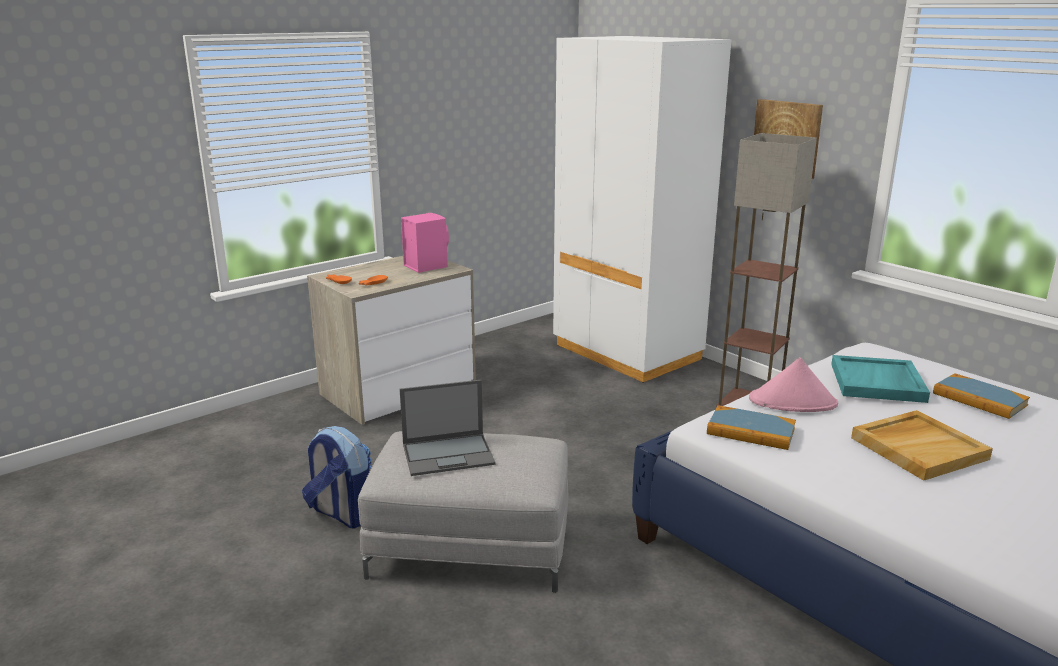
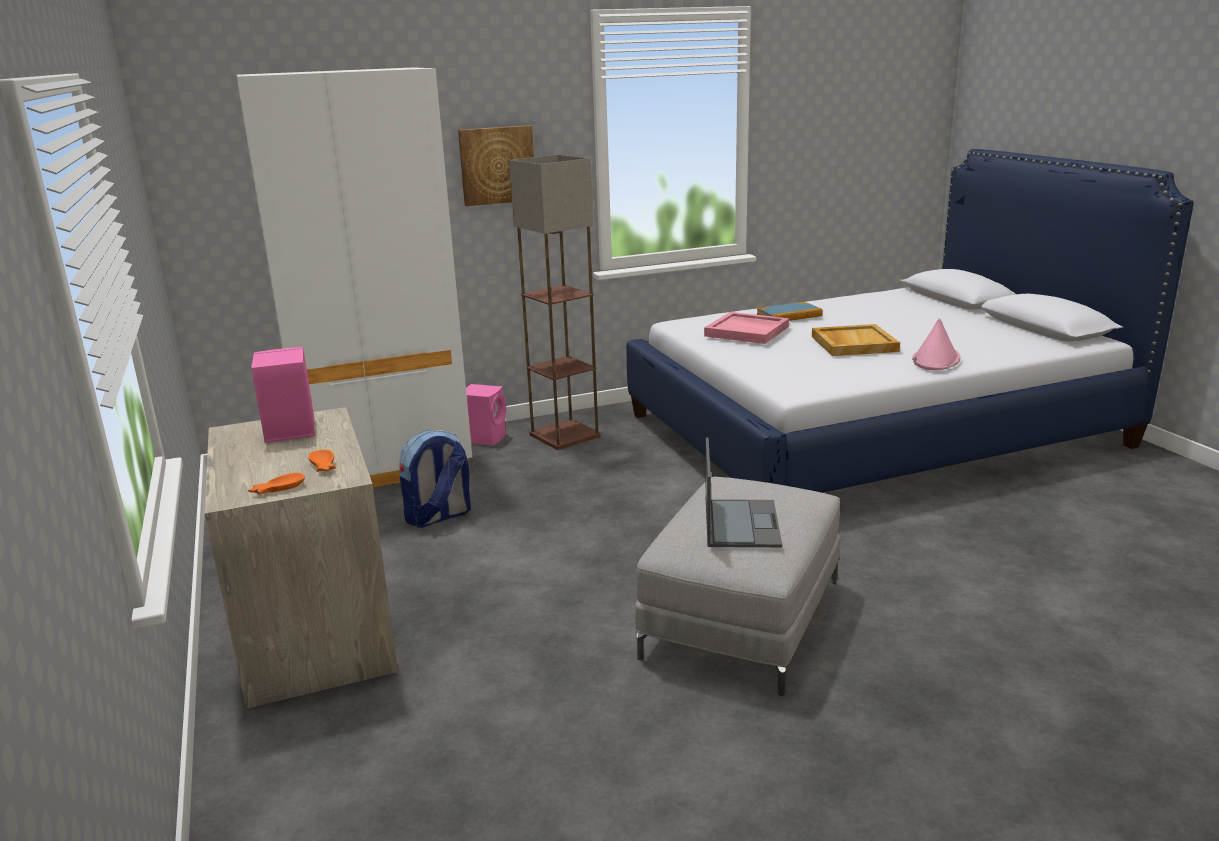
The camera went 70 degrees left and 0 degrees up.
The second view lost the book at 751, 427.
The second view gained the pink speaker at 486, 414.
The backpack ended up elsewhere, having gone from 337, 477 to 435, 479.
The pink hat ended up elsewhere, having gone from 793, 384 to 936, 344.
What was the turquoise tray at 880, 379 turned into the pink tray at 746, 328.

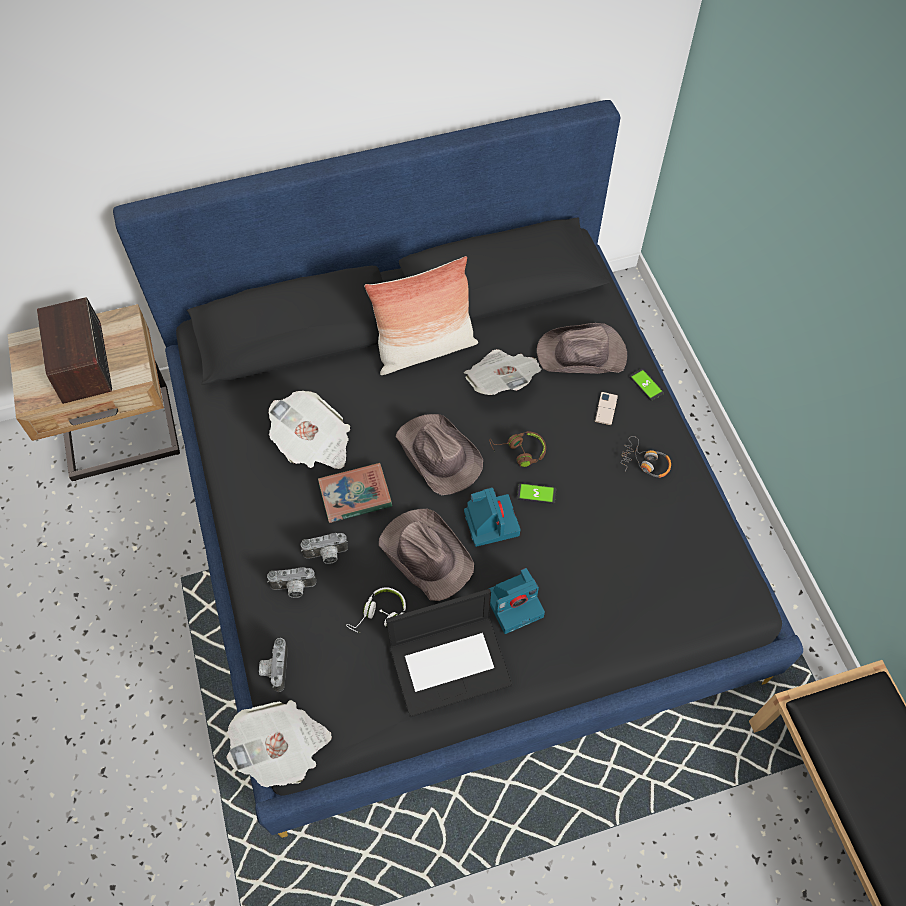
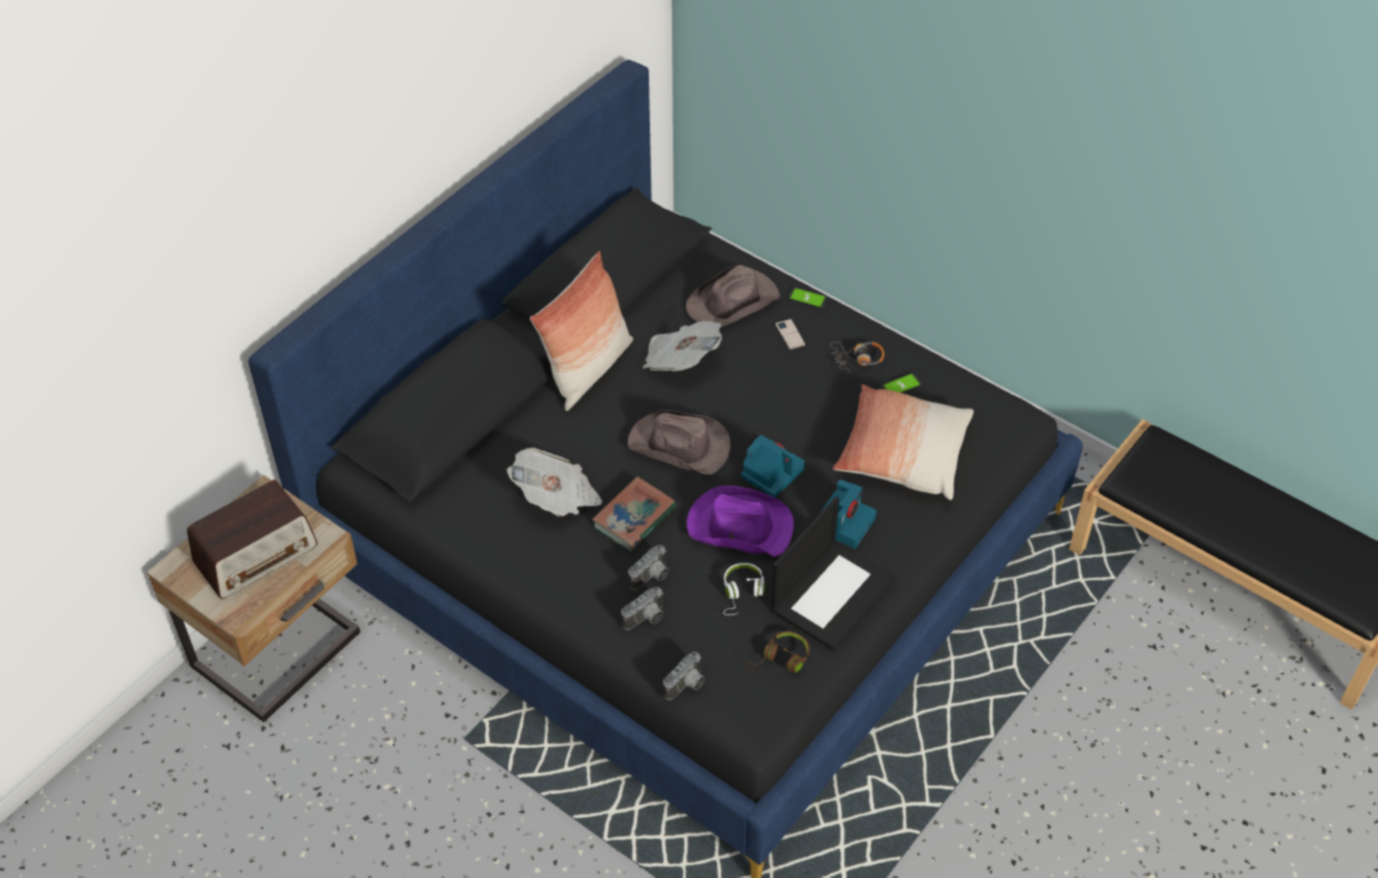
The camera went 35 degrees left and 10 degrees down.
The second view lost the newspaper at 279, 743.
The second view gained the pillow at 903, 442.
The brown headphones ended up elsewhere, having gone from 517, 449 to 778, 652.
The phone ended up elsewhere, having gone from 537, 493 to 902, 383.
What was the brown hat at 426, 555 turned into the purple hat at 740, 521.
The radio at 74, 350 ended up facing another way, 75 degrees counterclockwise from before.
The photo camera at 273, 665 ended up facing another way, 105 degrees counterclockwise from before.

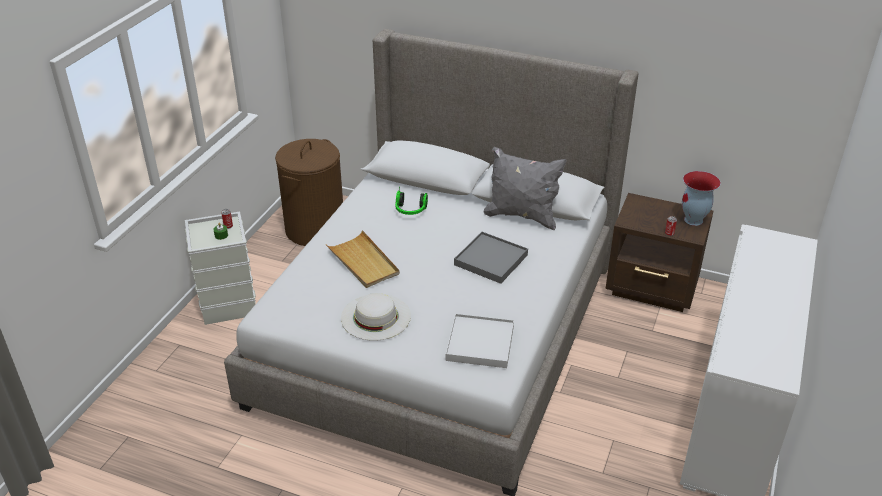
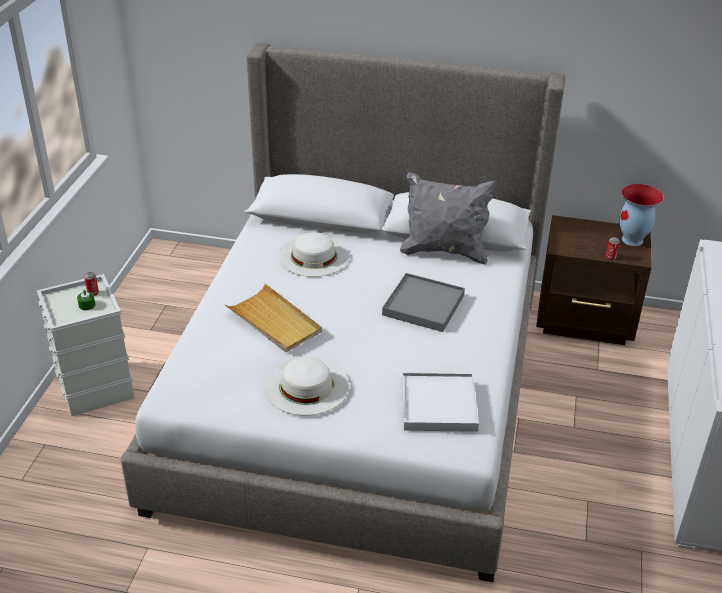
The camera went 10 degrees left and 0 degrees up.
The second view lost the brown laundry basket at 309, 192.
Where the headphones stood at 411, 201, the white hat came to stand at 314, 254.

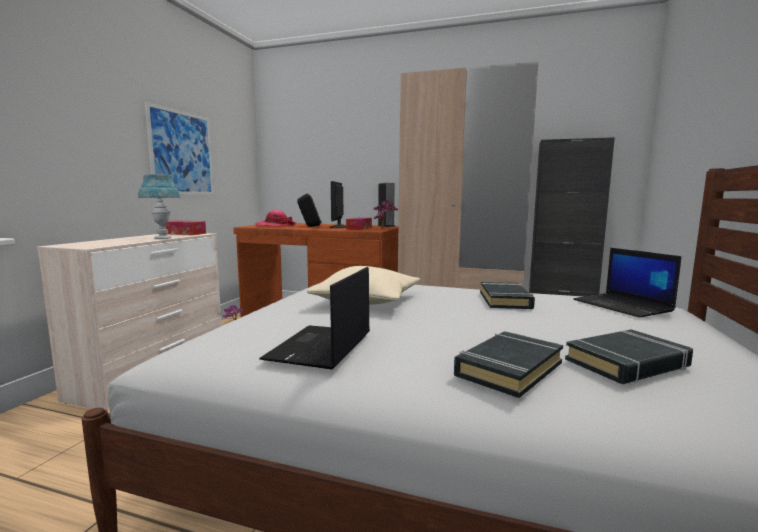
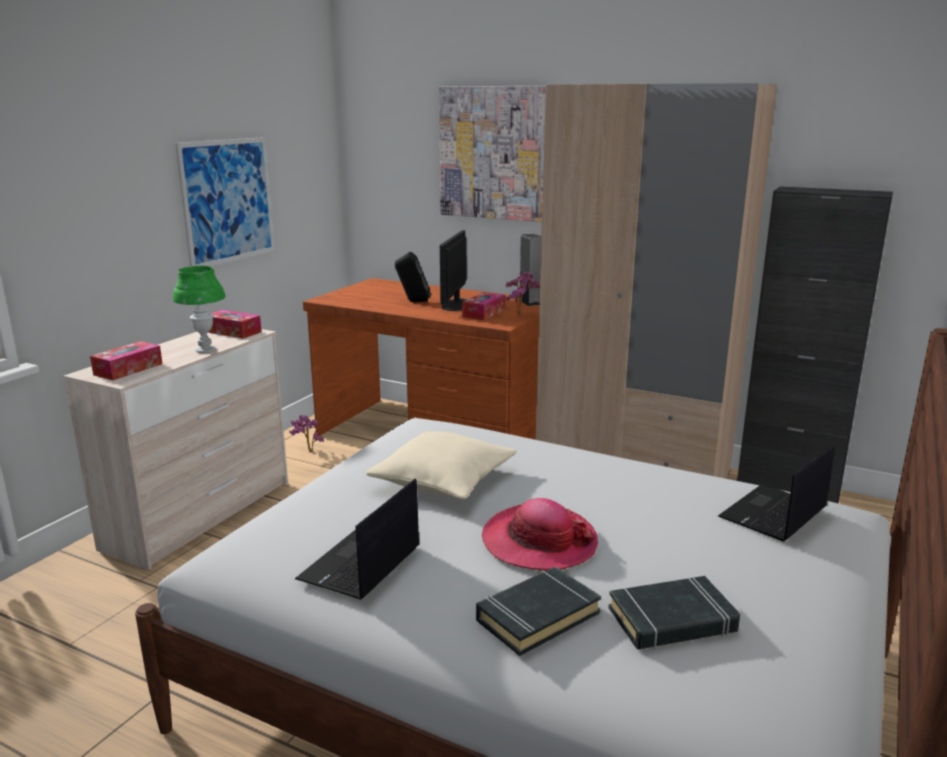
The camera went 10 degrees right and 10 degrees up.
The second view lost the black book at 507, 295.
The second view gained the tissue box at 126, 360.
The second view gained the picture at 492, 154.
The hat ended up elsewhere, having gone from 276, 218 to 540, 535.
What was the blue table lamp at 159, 206 turned into the green table lamp at 199, 309.
The laptop at 627, 283 ended up facing another way, 60 degrees clockwise from before.

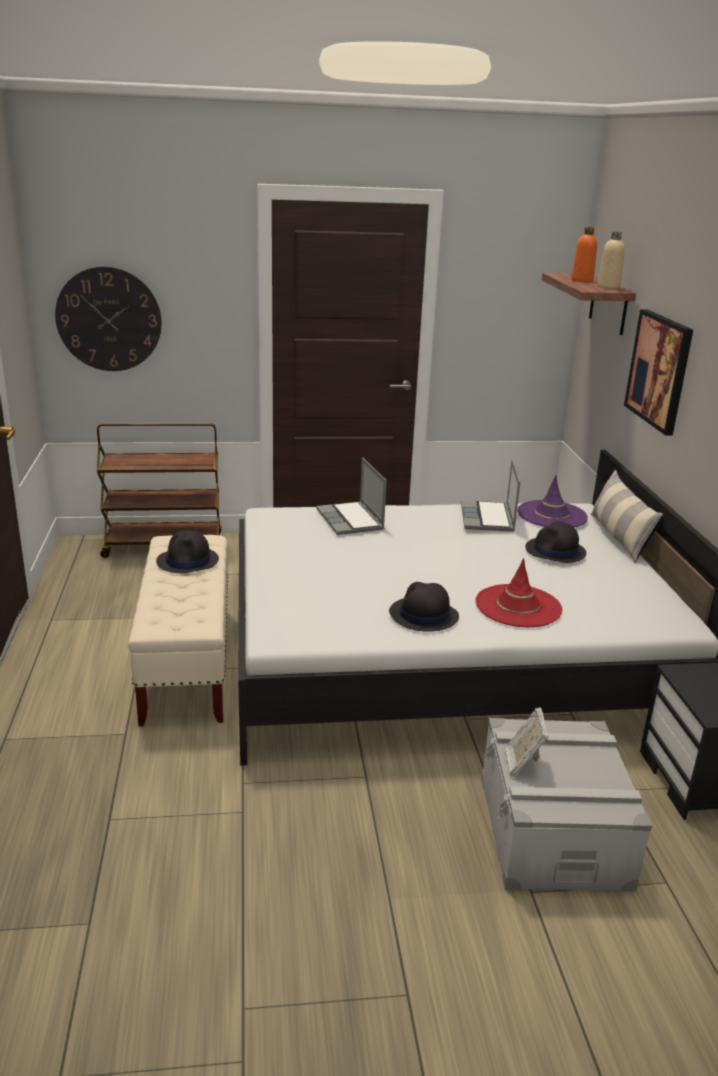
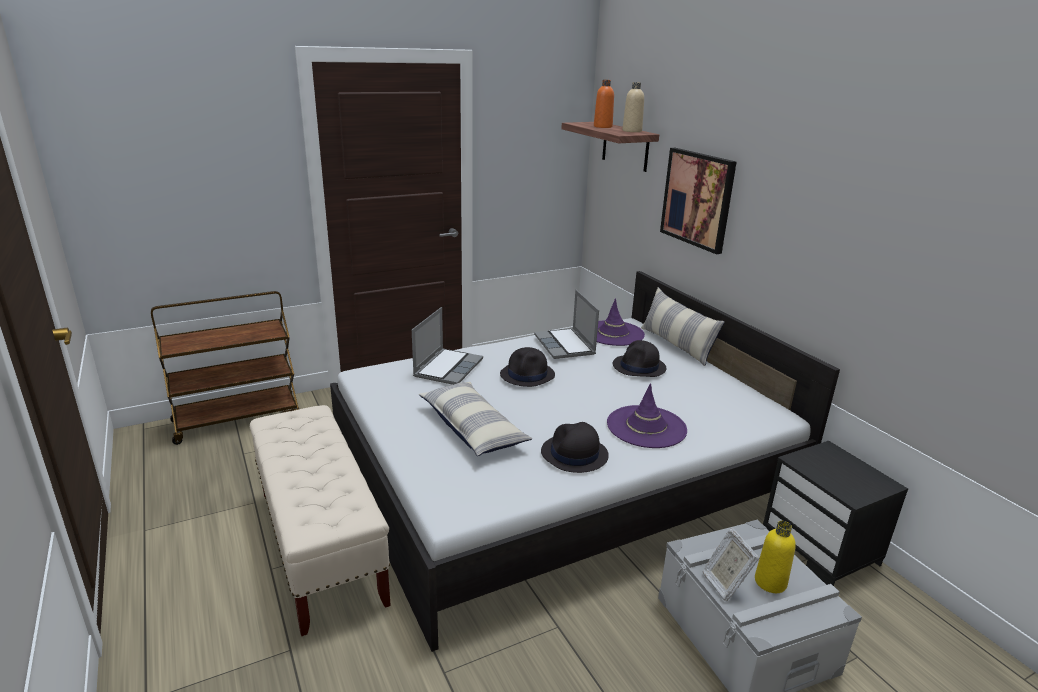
The camera went 20 degrees left and 0 degrees up.
The second view lost the wall clock at 108, 318.
The second view gained the pillow at 475, 419.
The second view gained the yellow bottle at 775, 557.
The black hat ended up elsewhere, having gone from 187, 551 to 527, 367.
What was the red hat at 519, 592 turned into the purple hat at 647, 415.
The laptop at 351, 496 ended up facing another way, 120 degrees counterclockwise from before.

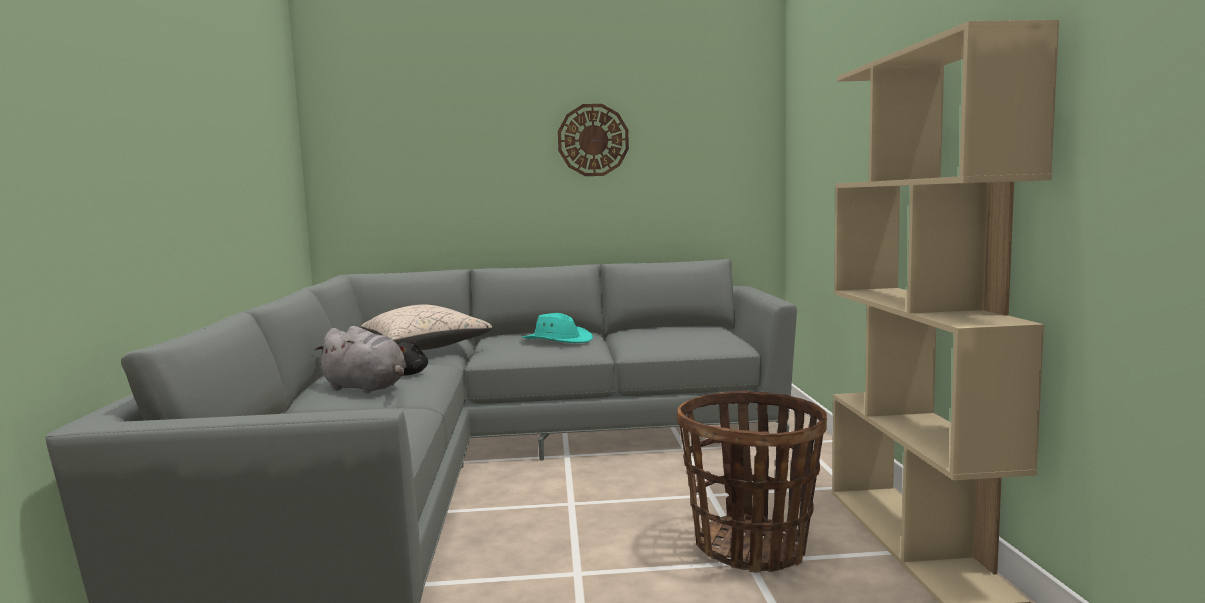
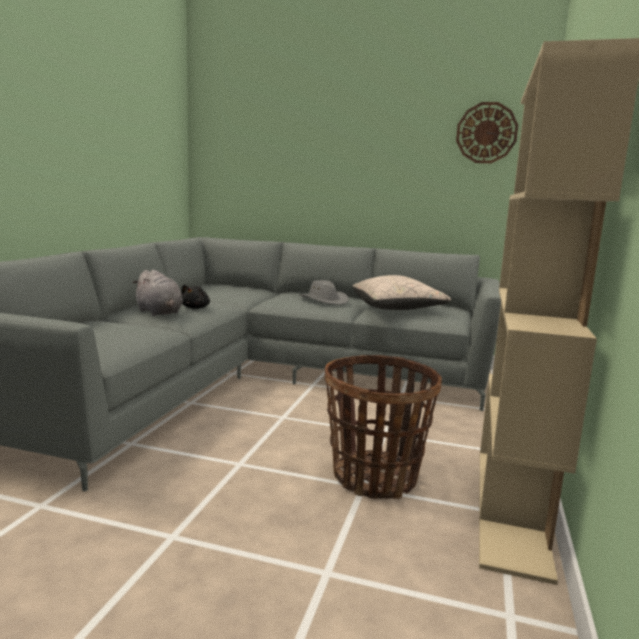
The camera went 20 degrees right and 5 degrees up.
The beige pillow ended up elsewhere, having gone from 427, 327 to 401, 292.
The wall clock ended up elsewhere, having gone from 593, 140 to 487, 132.
What was the turquoise hat at 557, 328 turned into the grey hat at 324, 292.

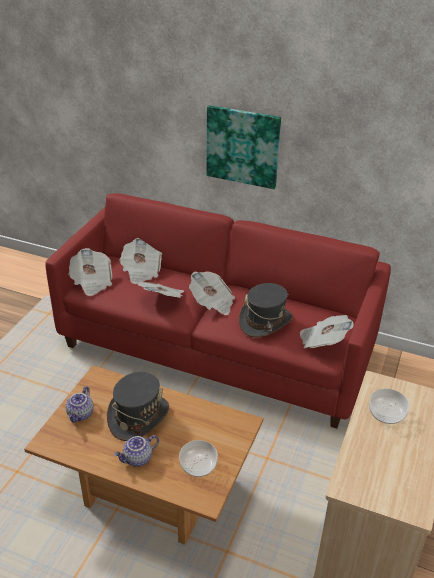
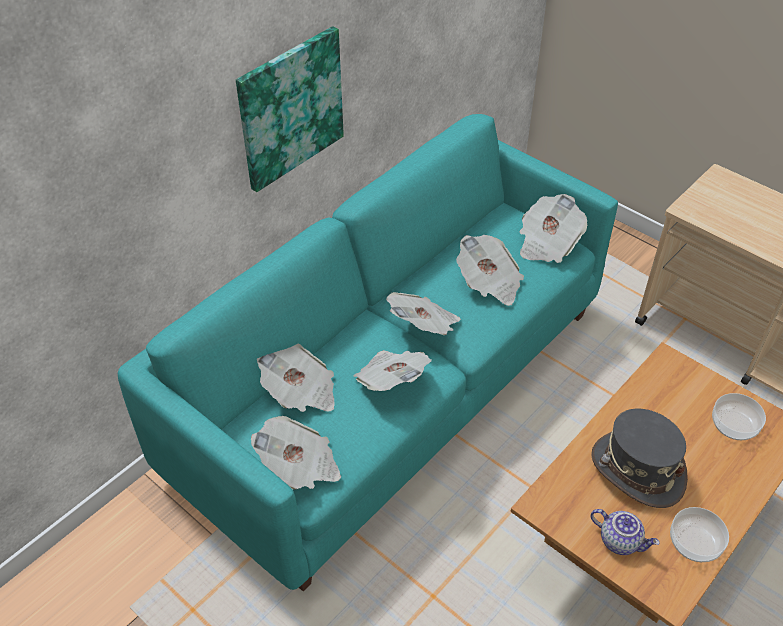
The camera went 70 degrees left and 10 degrees up.
The second view lost the teapot at 136, 451.
The bowl ended up elsewhere, having gone from 389, 406 to 699, 534.
Where the grey hat stood at 266, 310, the newspaper came to stand at 490, 270.
What was the red sofa at 218, 310 turned into the turquoise sofa at 368, 353.

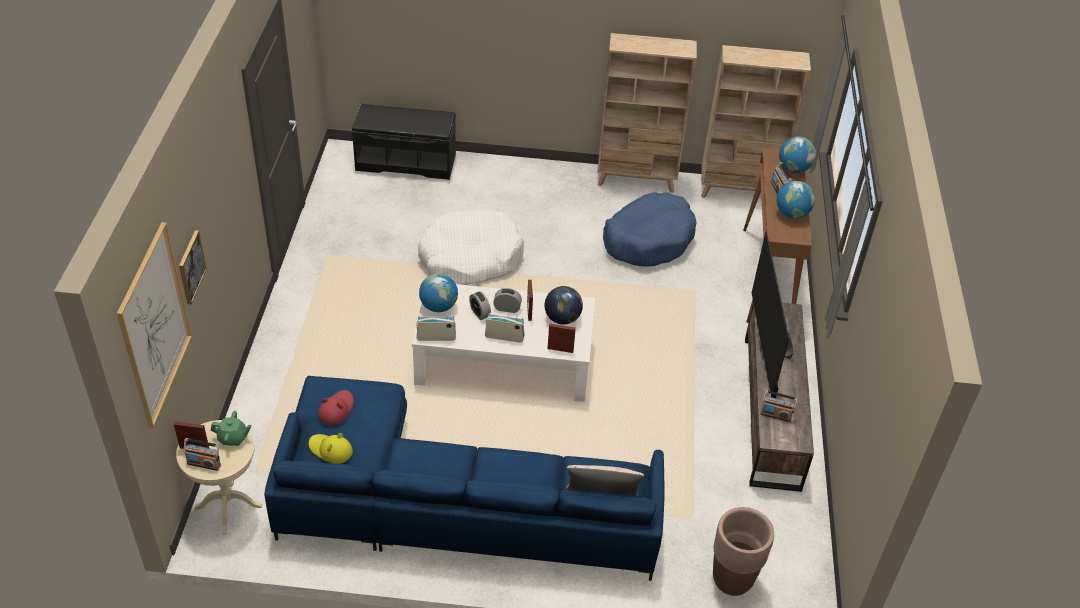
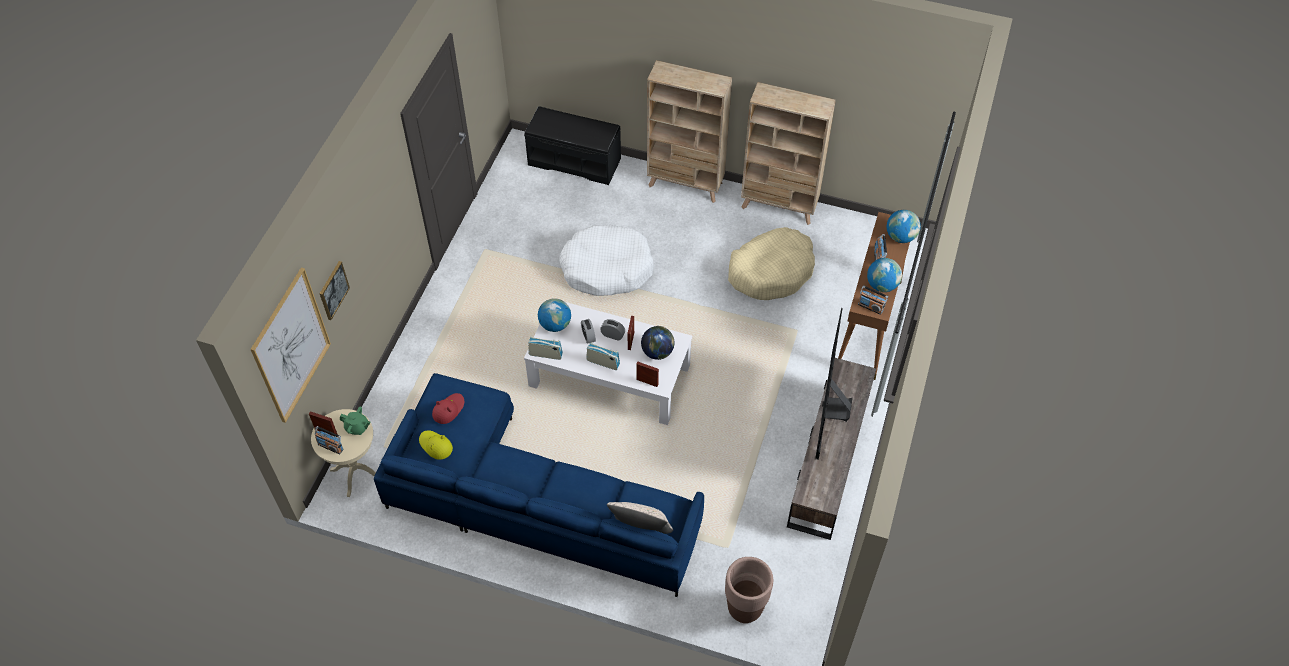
The camera went 15 degrees right and 10 degrees up.
The beige bookcase ended up elsewhere, having gone from 756, 121 to 689, 131.
The radio ended up elsewhere, having gone from 779, 406 to 873, 300.
What was the blue dog bed at 650, 229 turned into the beige dog bed at 771, 263.

